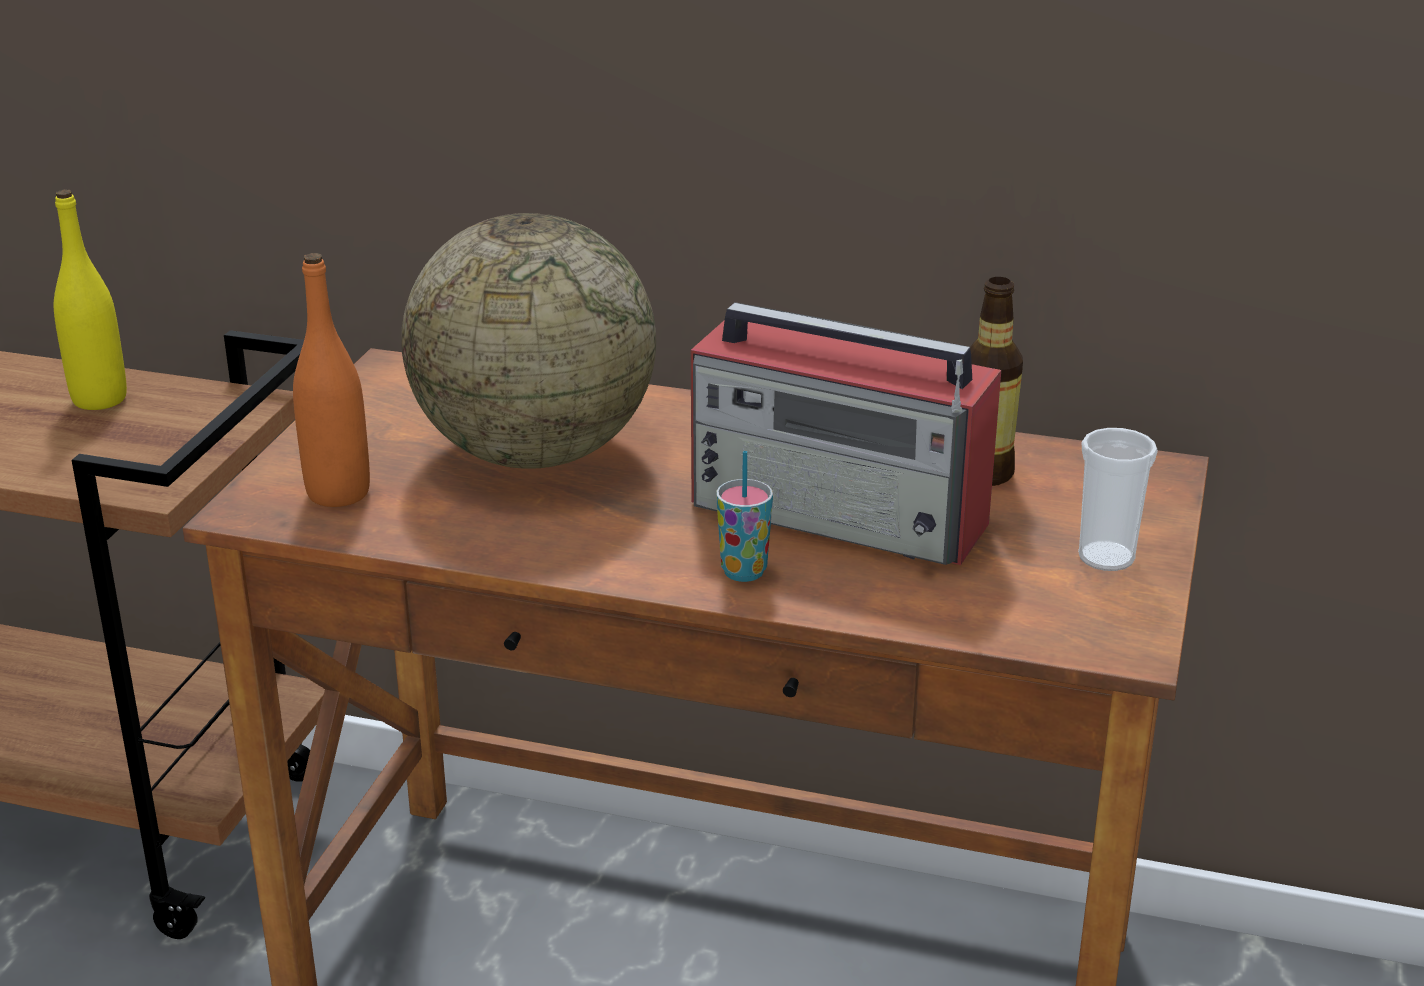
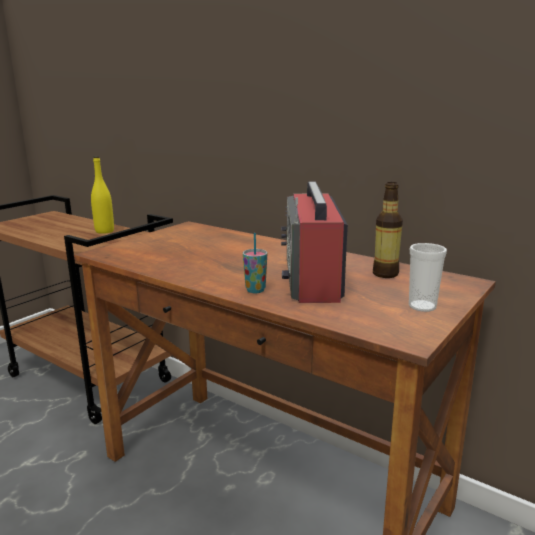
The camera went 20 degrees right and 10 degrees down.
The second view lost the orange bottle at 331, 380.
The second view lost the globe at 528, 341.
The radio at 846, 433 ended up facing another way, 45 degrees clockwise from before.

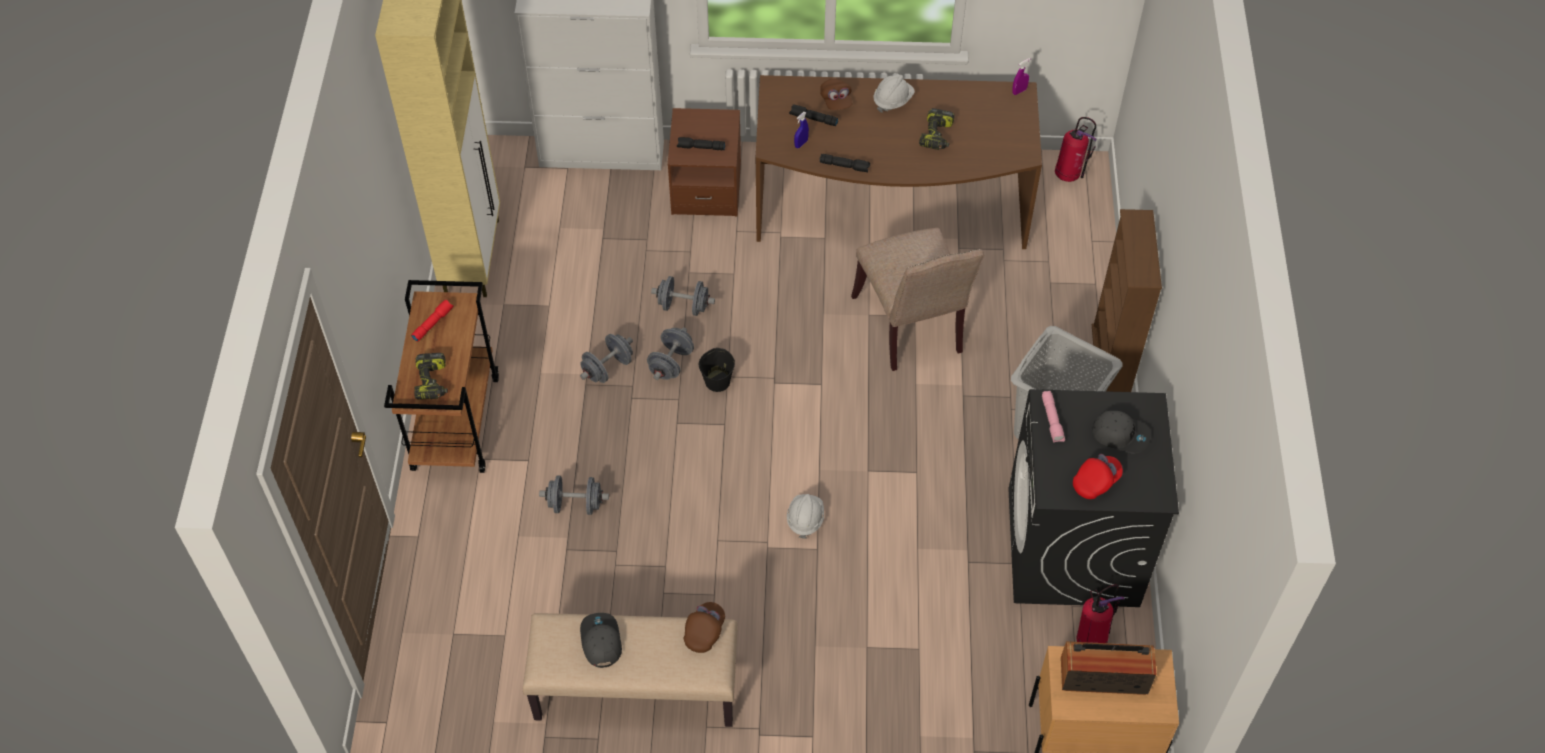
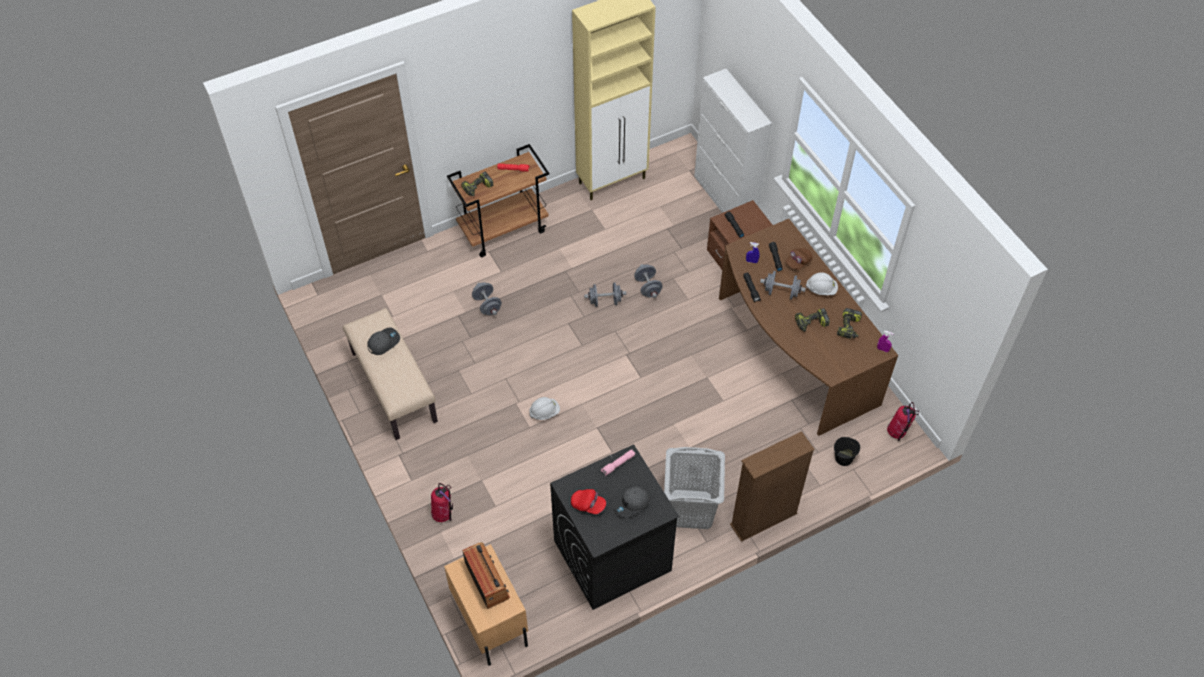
The camera went 60 degrees right and 0 degrees up.
The second view lost the brown cap at 704, 627.
The second view lost the beige chair at 917, 299.
The second view gained the power drill at 849, 323.
The grey dumbbell ended up elsewhere, having gone from 606, 358 to 783, 285.
The black bucket ended up elsewhere, having gone from 717, 370 to 847, 451.
The fire extinguisher ended up elsewhere, having gone from 1100, 613 to 442, 502.
The grey cap at 1121, 432 ended up facing another way, 60 degrees clockwise from before.

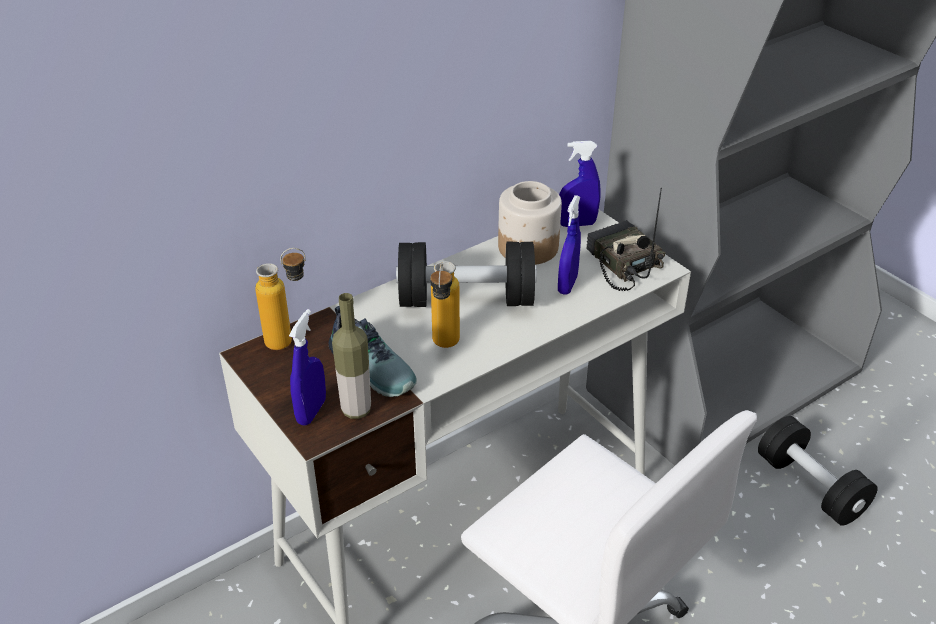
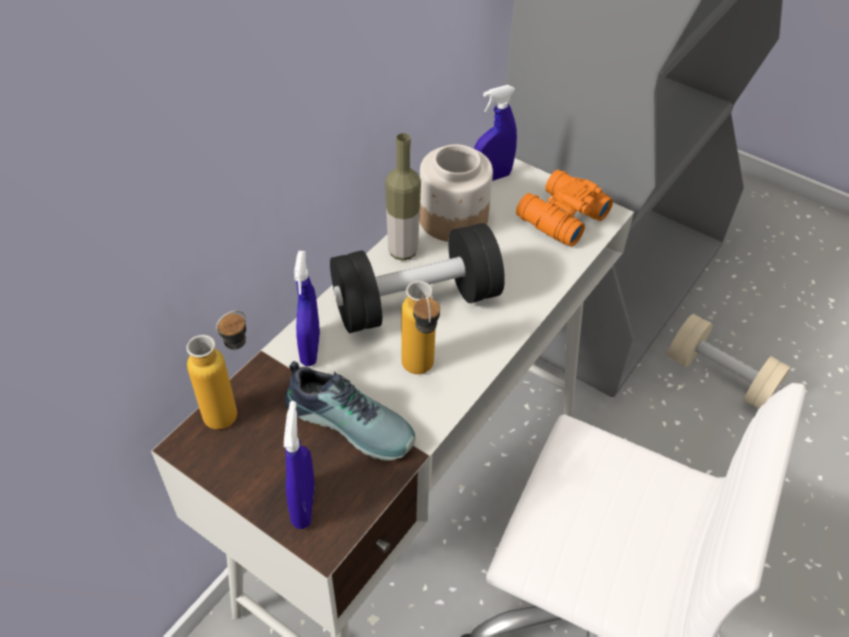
The camera went 20 degrees left and 10 degrees up.
The bottle ended up elsewhere, having gone from 351, 356 to 403, 197.
The blue spray bottle ended up elsewhere, having gone from 569, 245 to 307, 308.
Where the radio stood at 625, 239, the orange binoculars came to stand at 564, 208.
What was the black dumbbell at 818, 471 turned into the beige dumbbell at 729, 361.

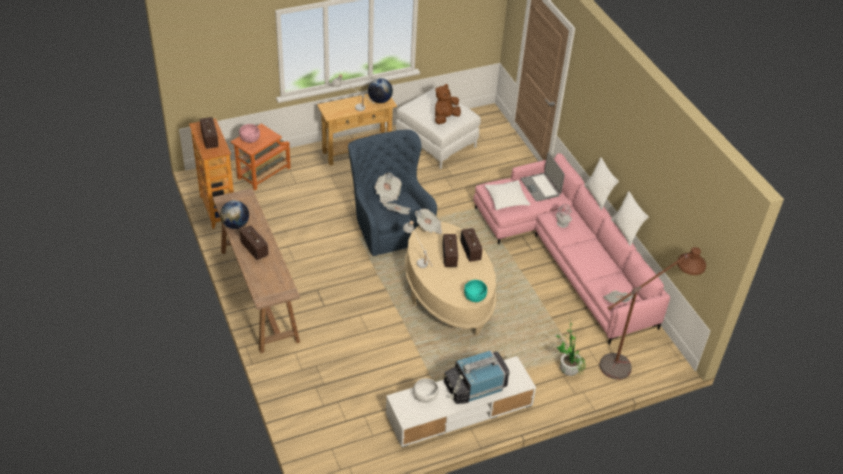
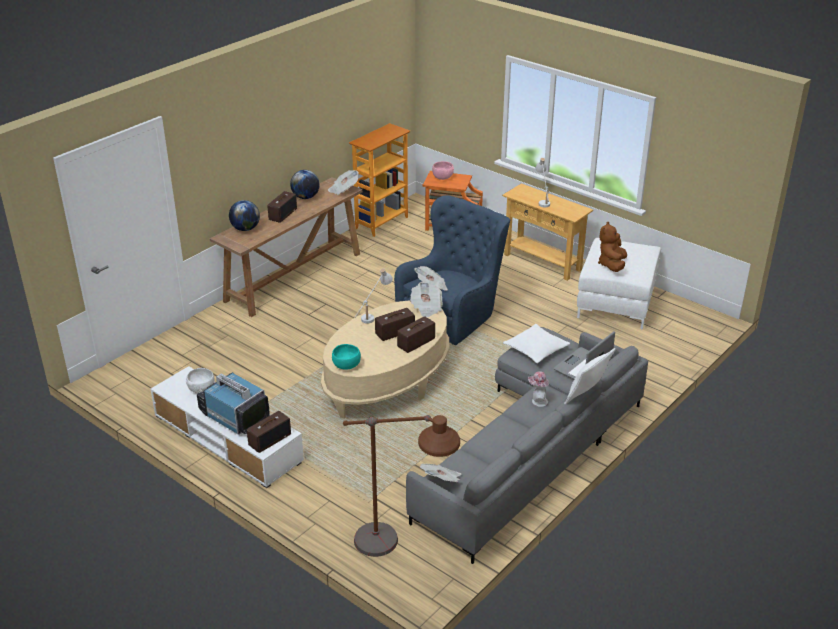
The camera went 65 degrees right and 10 degrees down.
The second view lost the potted plant at 570, 347.
The second view lost the white pillow at 630, 218.
The radio ended up elsewhere, having gone from 209, 133 to 269, 432.
The globe ended up elsewhere, having gone from 380, 90 to 244, 215.
The newspaper ended up elsewhere, having gone from 388, 188 to 343, 182.
What was the pink sofa at 571, 248 turned into the grey sofa at 527, 445.
The brown plush toy at 448, 104 ended up facing another way, 90 degrees counterclockwise from before.

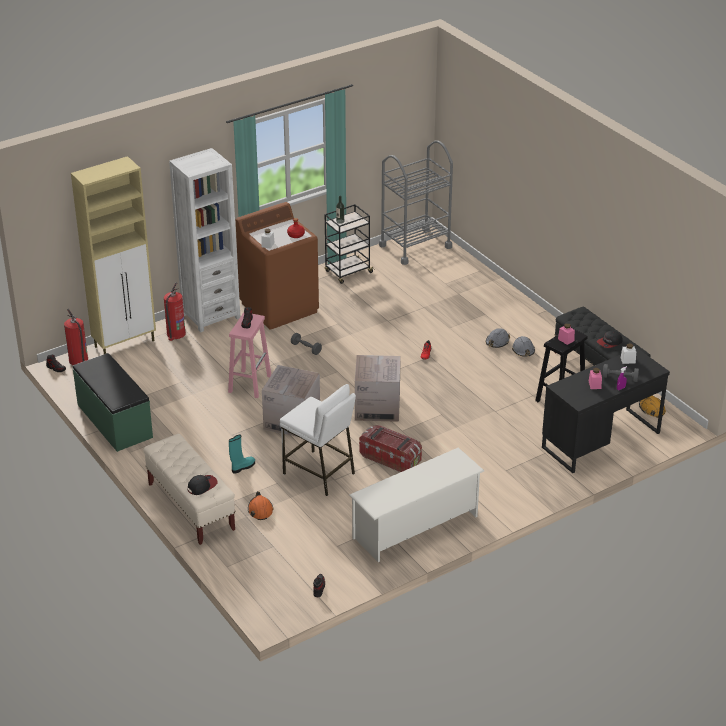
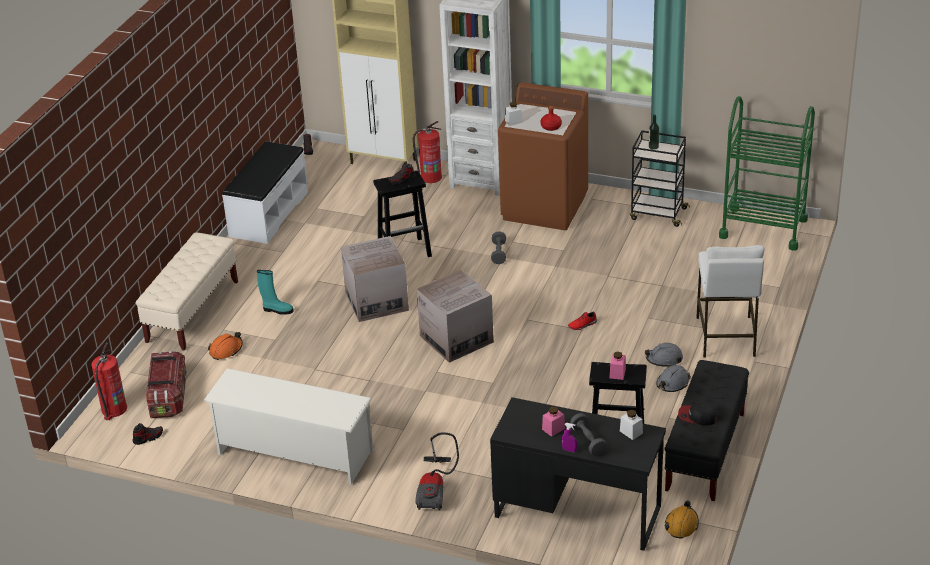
The camera went 55 degrees right and 0 degrees up.
The second view lost the cap at 203, 485.
The second view gained the vacuum cleaner at 437, 471.
The fire extinguisher ended up elsewhere, having gone from 76, 337 to 109, 381.
The white stool ended up elsewhere, having gone from 318, 440 to 730, 301.
The storage box ended up elsewhere, having gone from 390, 448 to 166, 384.
What was the green bench at 113, 402 turned into the white bench at 265, 193.
What was the pink stool at 249, 355 turned into the black stool at 402, 214.
What was the grey cart at 416, 202 turned into the green cart at 767, 173.

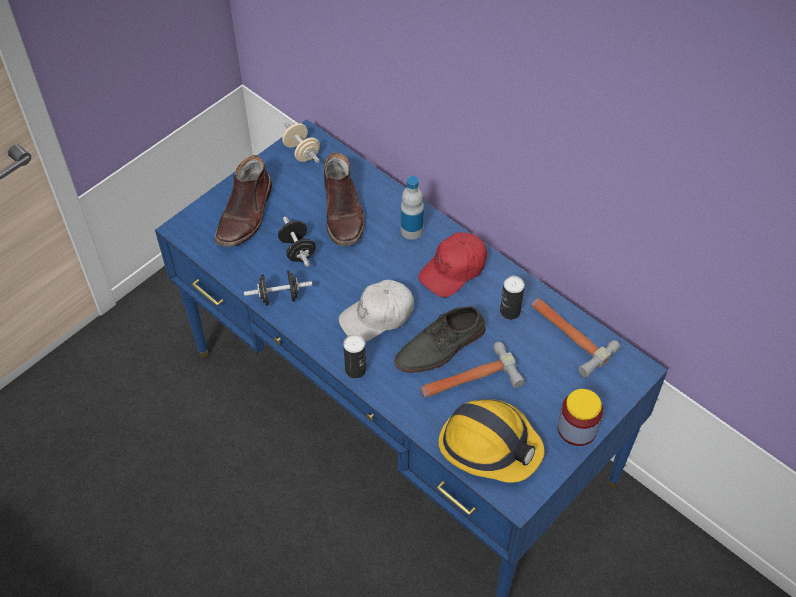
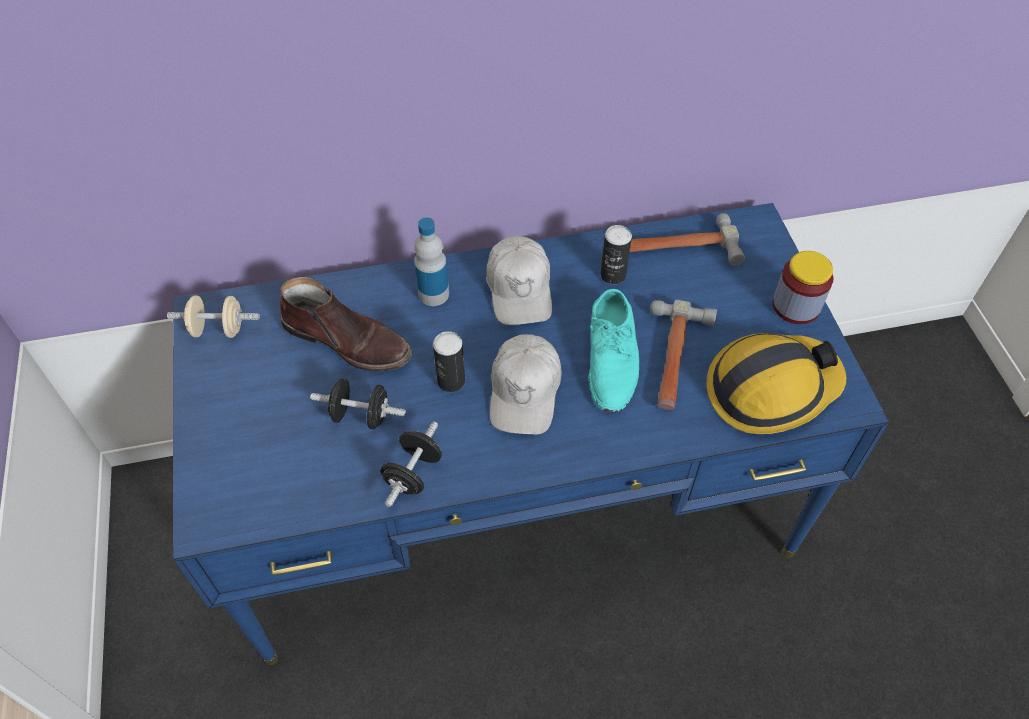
The camera went 55 degrees left and 0 degrees up.
The second view lost the brown boot at 243, 201.
The can ended up elsewhere, having gone from 354, 356 to 449, 361.
What was the grey shoe at 439, 339 turned into the turquoise shoe at 613, 350.
What was the red cap at 452, 264 turned into the white cap at 519, 280.

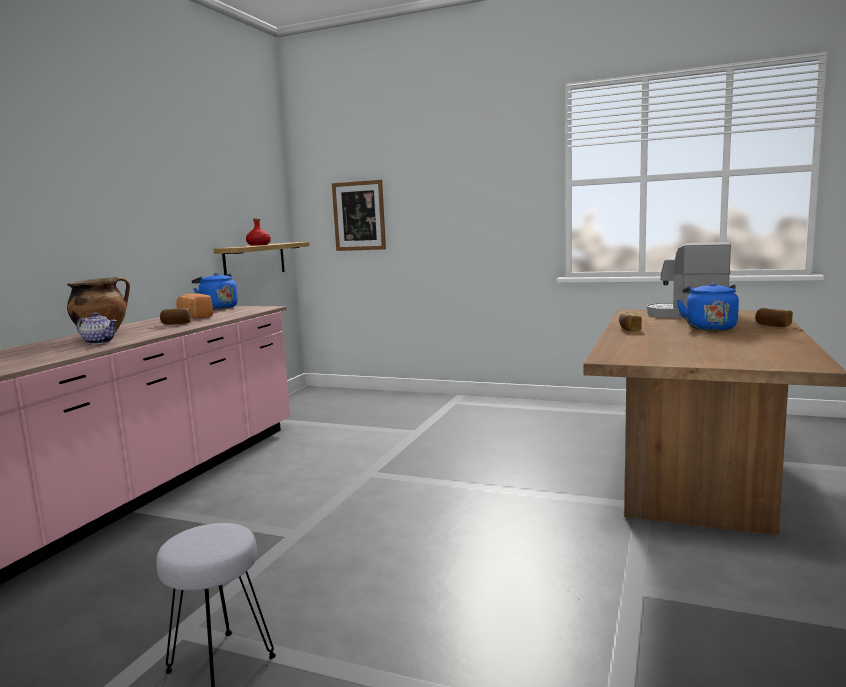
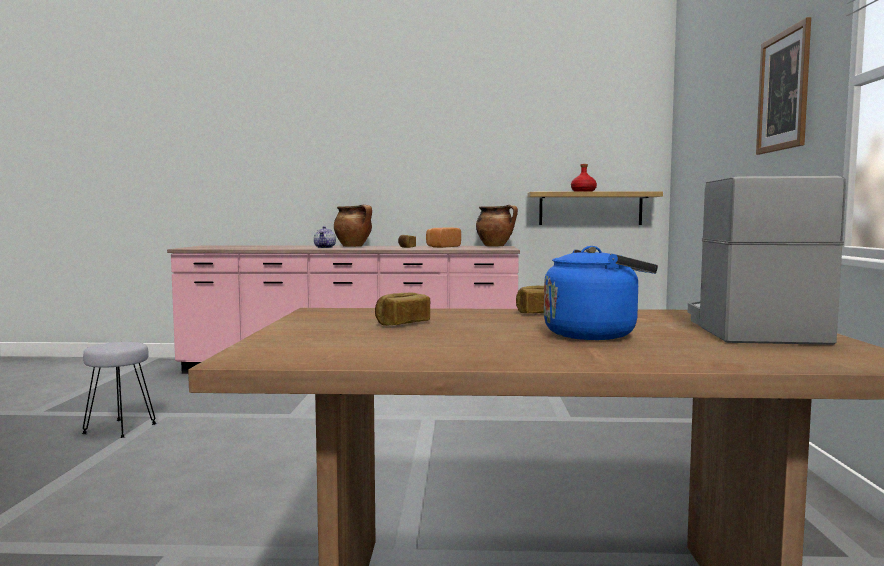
The camera went 70 degrees right and 5 degrees down.
The picture ended up elsewhere, having gone from 359, 215 to 783, 86.
The bread ended up elsewhere, having gone from 774, 317 to 402, 309.
Where the blue kettle stood at 215, 291, the cooking pot came to stand at 497, 225.

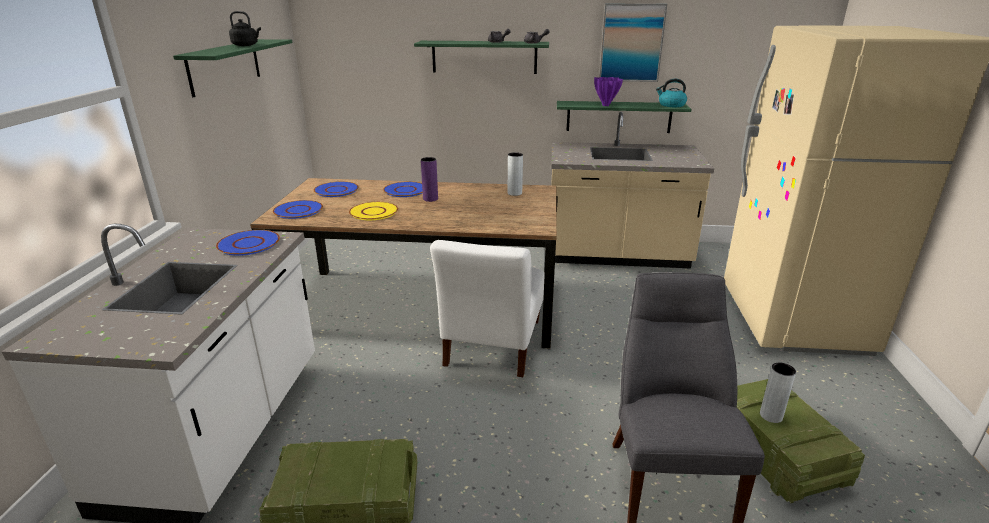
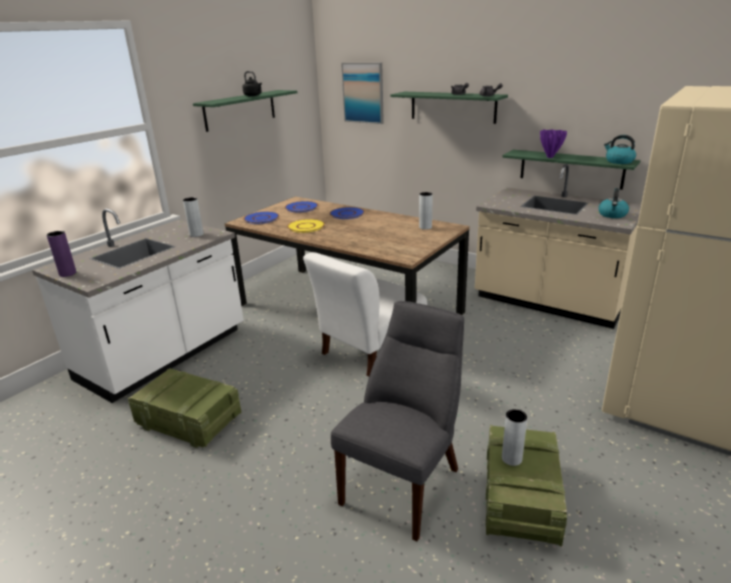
The camera went 30 degrees right and 0 degrees up.
The second view gained the kettle at 613, 203.
The purple vase ended up elsewhere, having gone from 429, 179 to 61, 254.
The picture ended up elsewhere, having gone from 633, 43 to 362, 93.
Where the blue plate stood at 248, 243, the grey vase came to stand at 193, 217.

